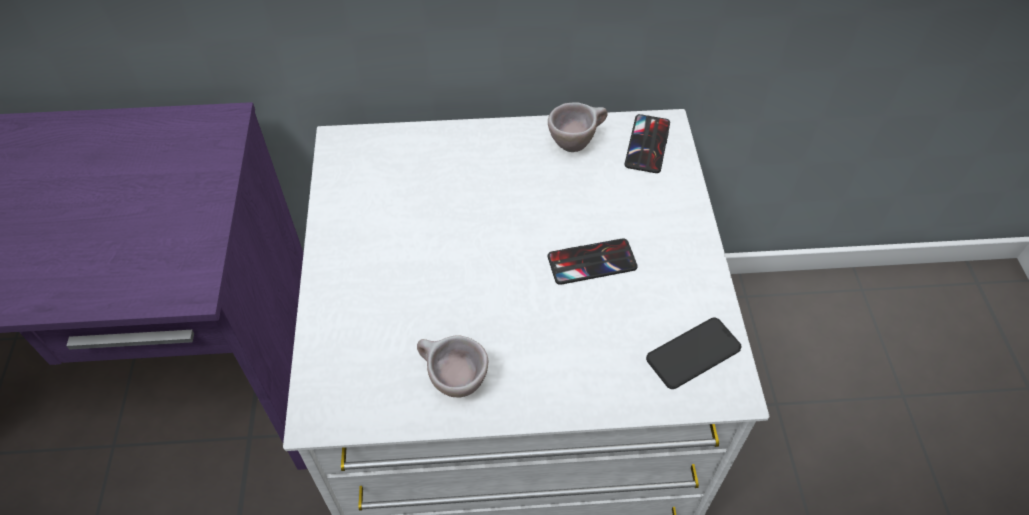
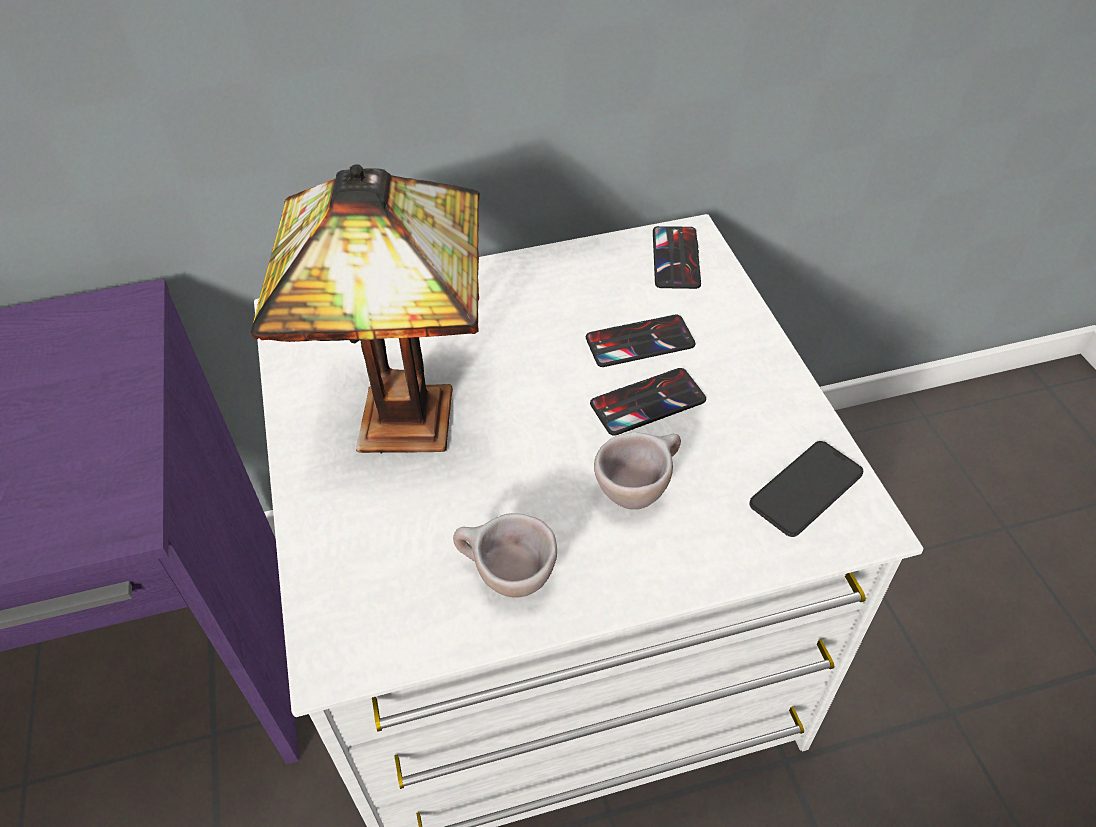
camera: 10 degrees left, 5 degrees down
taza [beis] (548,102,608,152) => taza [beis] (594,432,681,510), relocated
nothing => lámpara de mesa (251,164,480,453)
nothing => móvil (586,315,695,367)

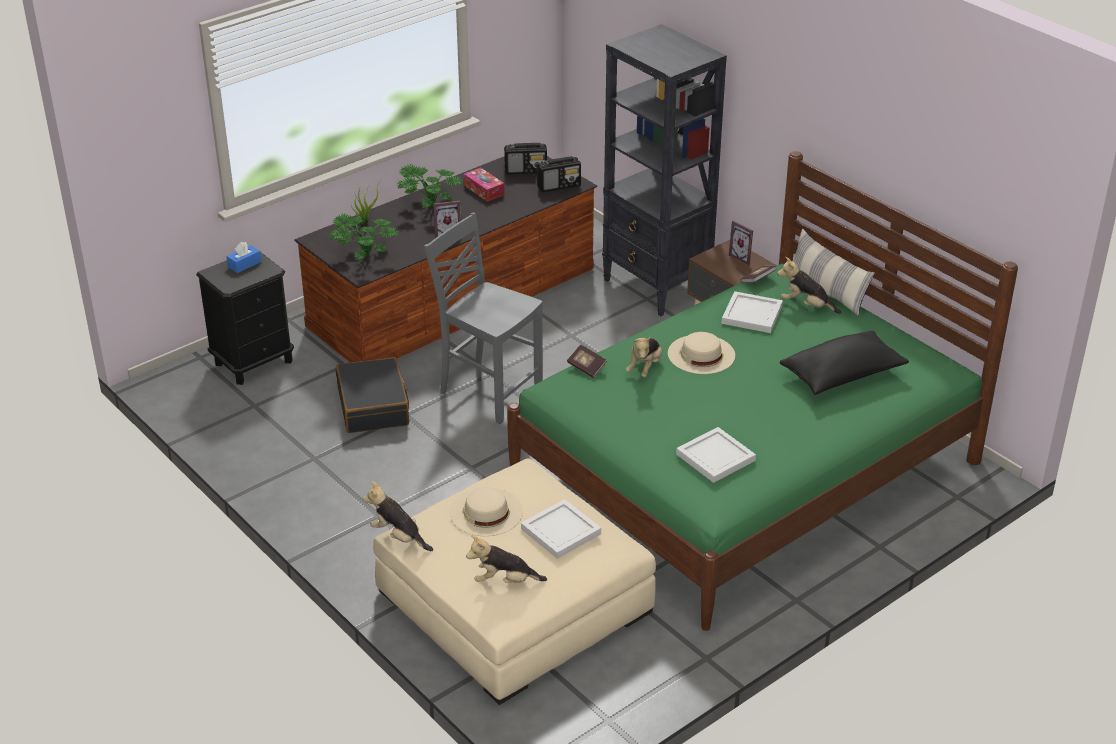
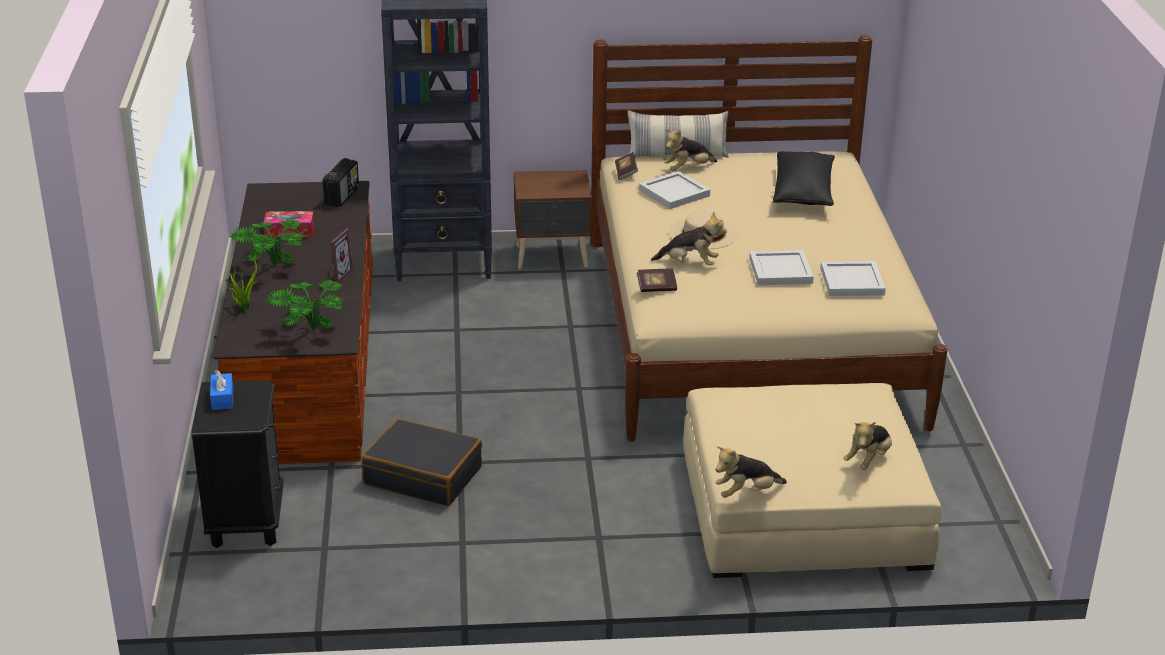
camera: 55 degrees left, 5 degrees down
radio (504,143,547,175) => nothing
cama [verde] (507,151,1018,631) => cama [beis] (591,35,948,442)
silla [gris] (424,212,543,424) => nothing
portarretratos (729,221,753,266) => nothing
peluche (626,336,662,377) => peluche (651,211,727,265), 45 degrees counterclockwise
sombrero [beis] (450,487,523,536) => nothing
bandeja [blanco] (521,499,601,559) => bandeja [blanco] (749,250,814,285), relocated

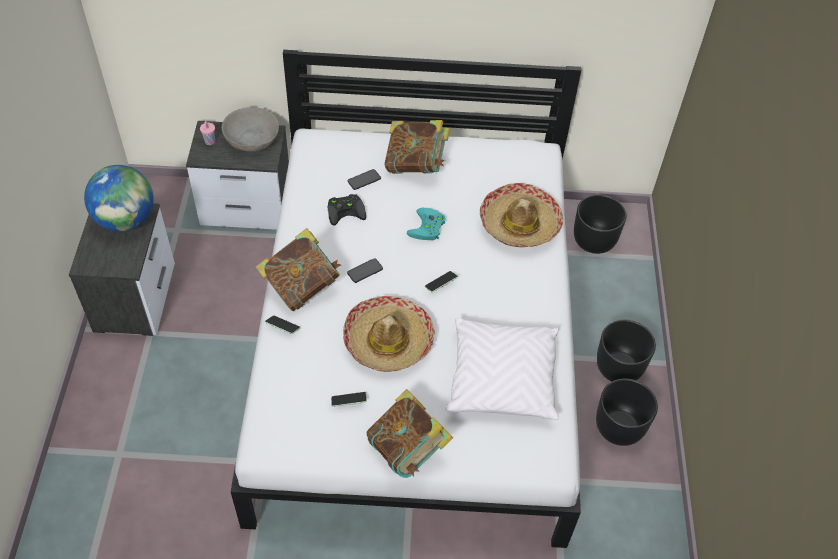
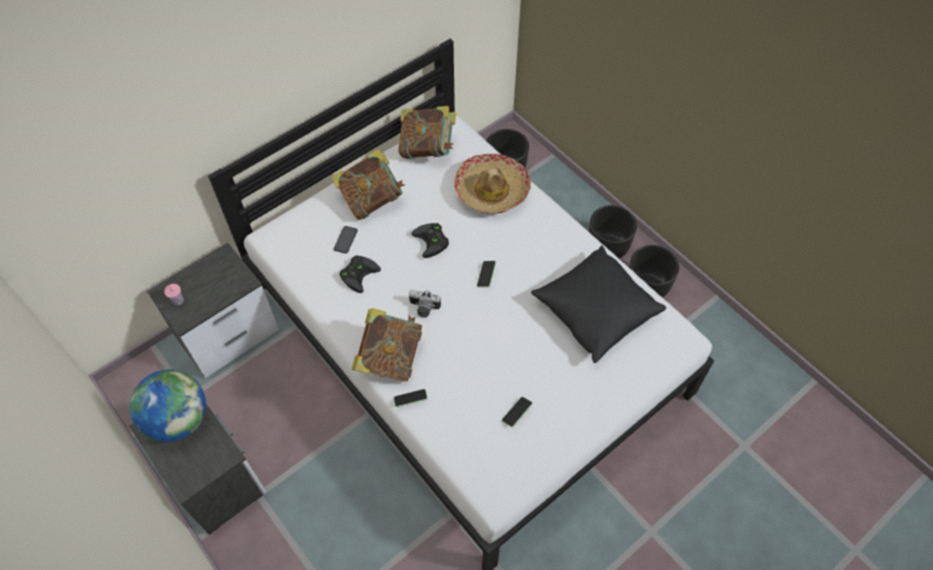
camera: 40 degrees left, 5 degrees up
cuenco [gris] (222,107,279,152) => nothing
mando de consola [turquesa] (407,208,445,240) => mando de consola [negro] (411,223,449,258)
móvil (347,258,383,283) => cámara (409,290,441,318)
sombrero (343,296,435,372) => nothing
cojín [blanco] (446,317,559,420) => cojín [negro] (531,245,666,363)
libro (366,389,453,478) => libro (398,106,456,159), relocated

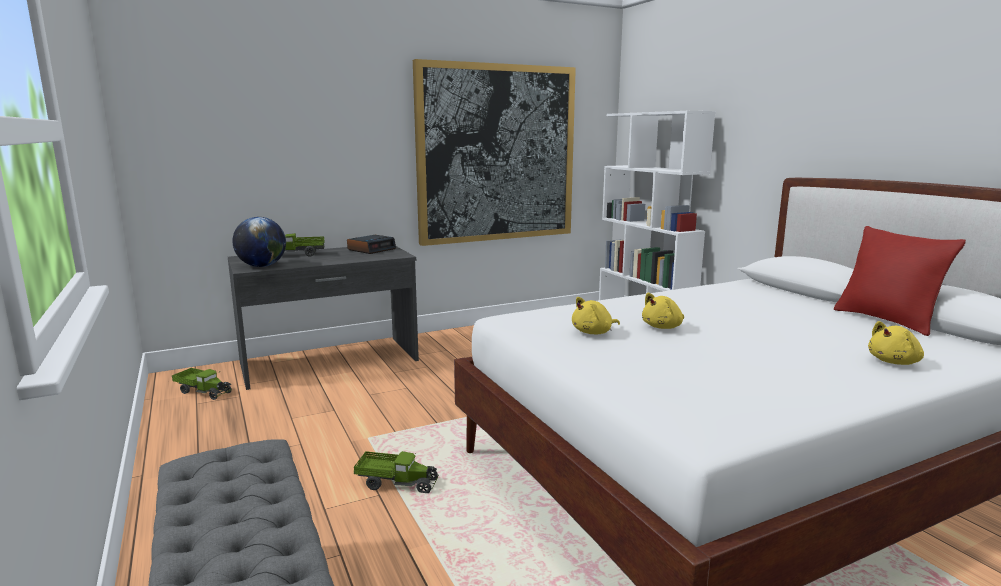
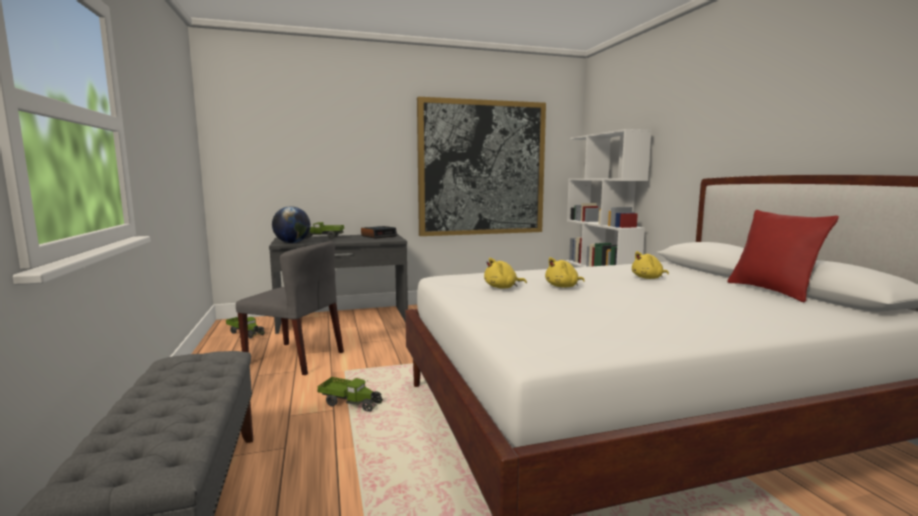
camera: 10 degrees right, 5 degrees down
peluche [amarillo] (868,321,924,365) => peluche [amarillo] (632,251,669,279), relocated
nothing => silla [gris] (236,241,344,375)

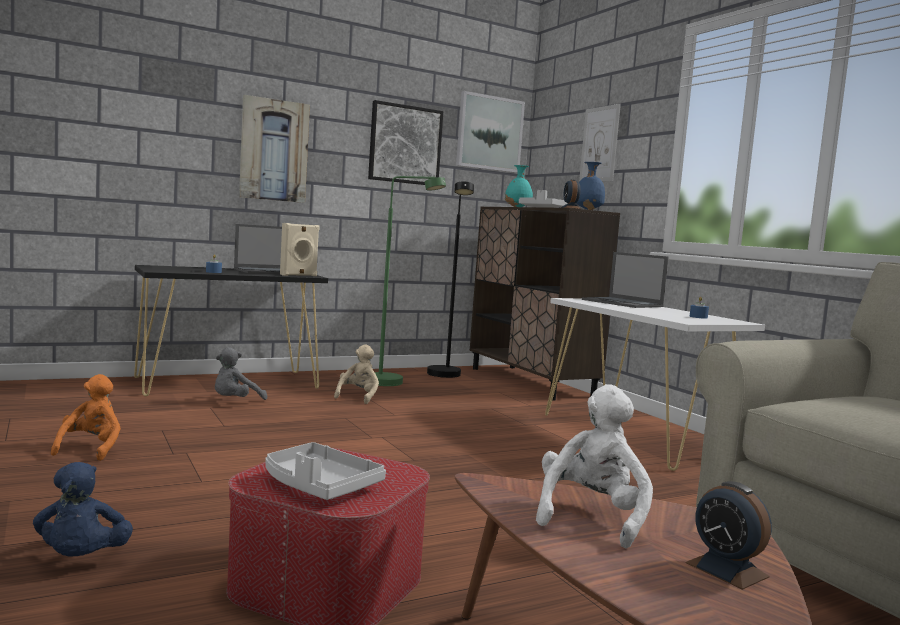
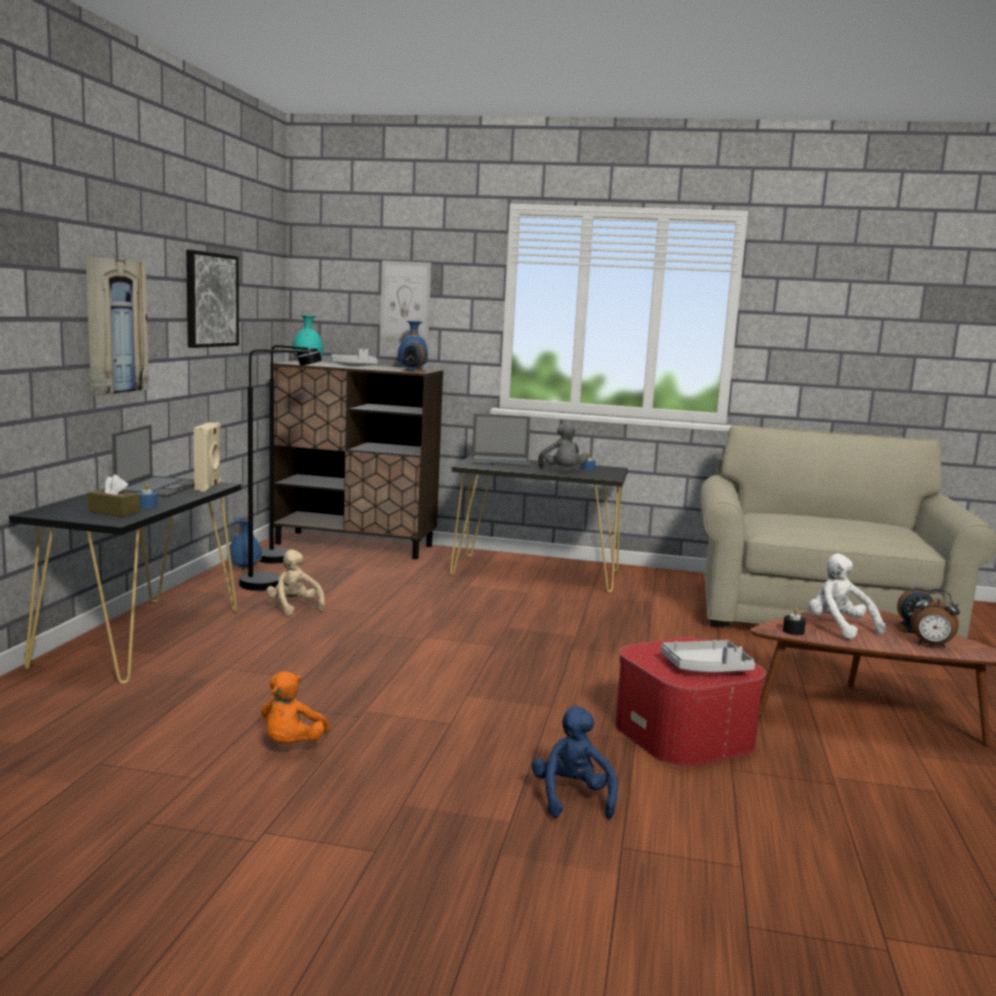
camera: 50 degrees left, 5 degrees up
cuadro (456,91,525,173) => nothing
lámpara de pie [verde] (375,176,446,386) => lámpara de pie [negro] (239,349,322,591)
mesa consola [blanco] (545,298,765,471) => mesa consola [negro] (450,455,628,592)
peluche [gris] (215,347,267,400) => peluche [gris] (538,422,588,468), relocated
peluche [naranja] (51,374,121,461) => peluche [naranja] (261,671,330,744), 120 degrees counterclockwise
peluche [azul] (33,462,133,557) => peluche [azul] (532,706,618,819), 120 degrees counterclockwise
nothing => caja de pañuelos [marrón] (88,474,140,517)
nothing => florero [azul] (227,517,262,569)
nothing => despertador (911,589,960,648)
nothing => vela [negro] (783,608,806,635)

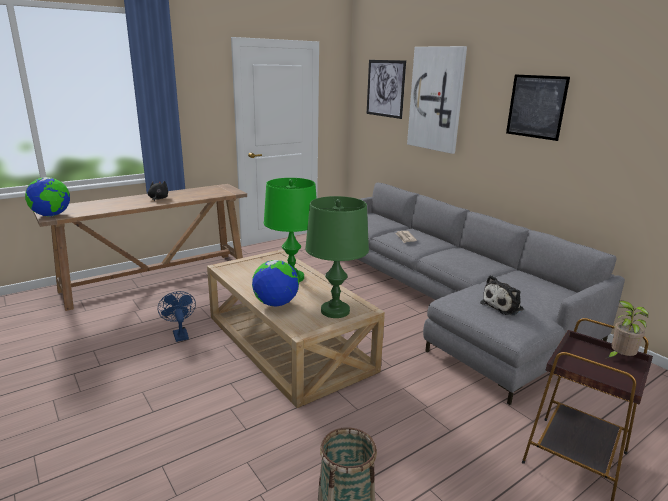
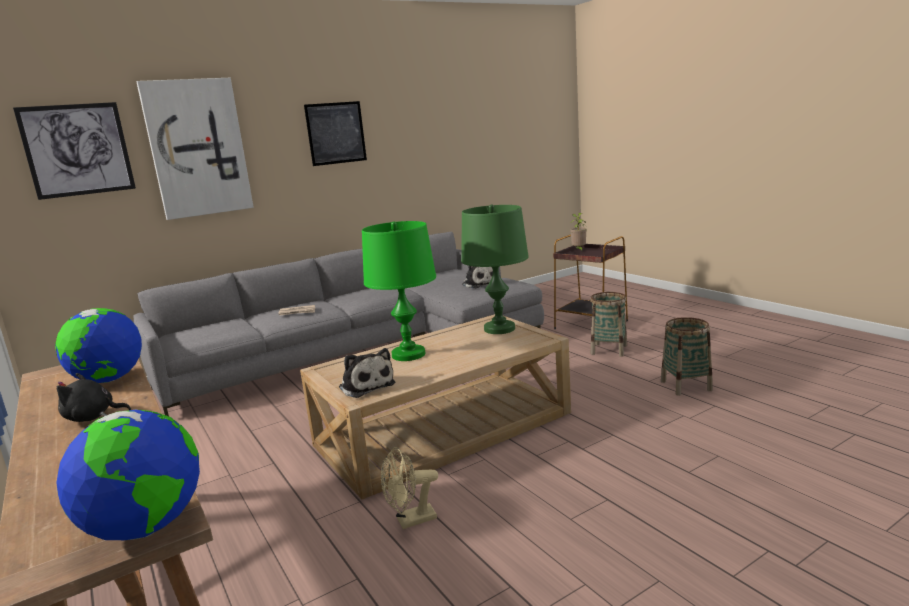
camera: 85 degrees left, 5 degrees down
globo terráqueo (252,260,299,307) => globo terráqueo (55,308,142,383), relocated
ventilador [azul] (158,291,196,342) => ventilador [beis] (381,447,438,529)
nothing => cesta (590,292,627,357)
nothing => peluche (339,348,395,398)

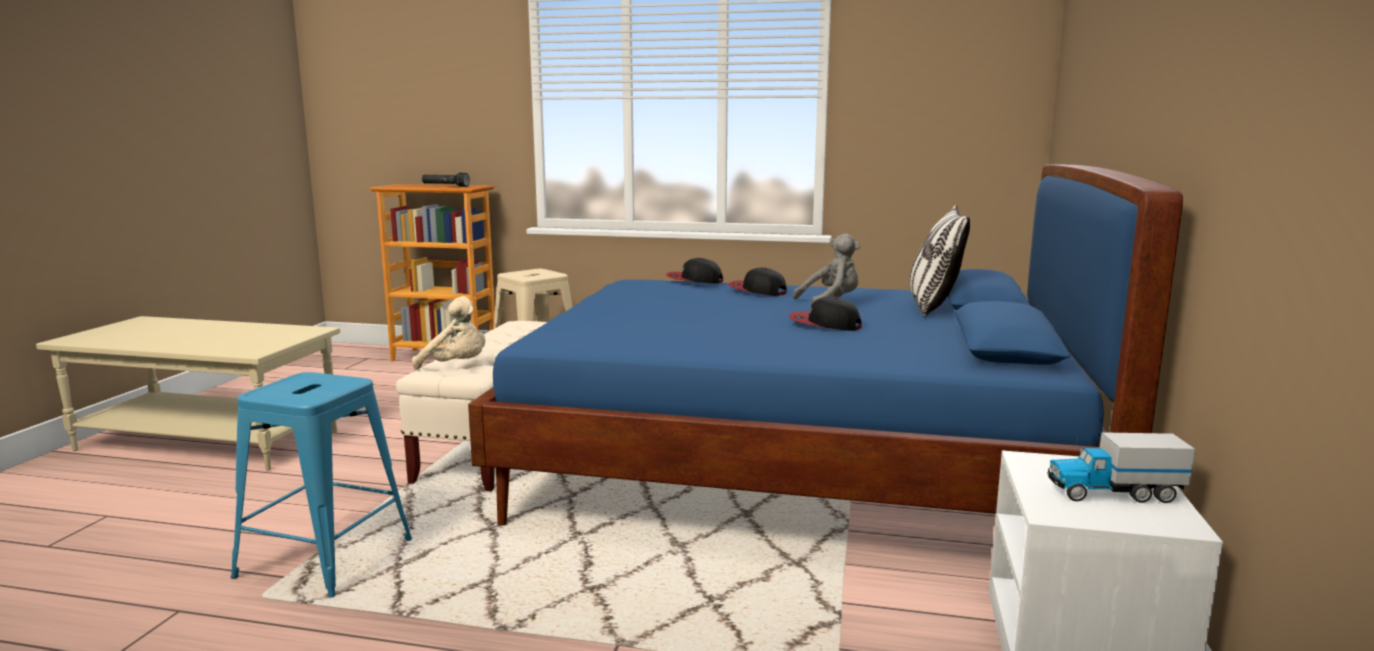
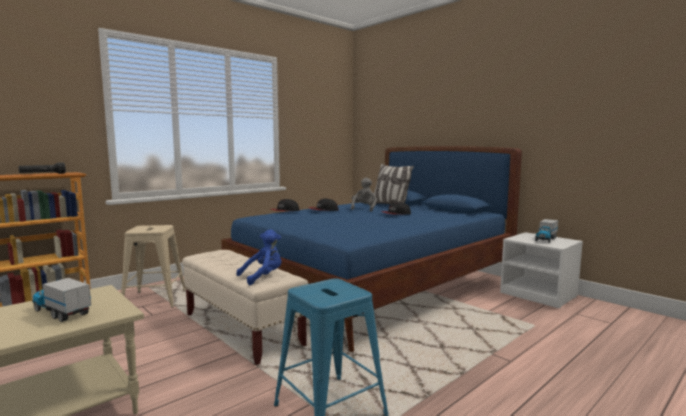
camera: 55 degrees left, 5 degrees down
peluche [beis] (412,296,485,370) => peluche [azul] (236,229,282,285)
nothing => camión de juguete (32,278,91,322)

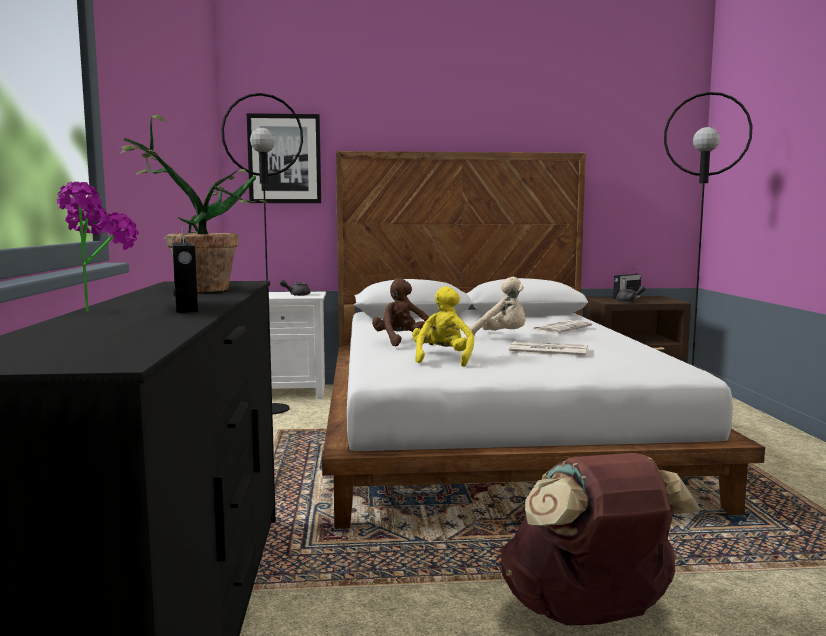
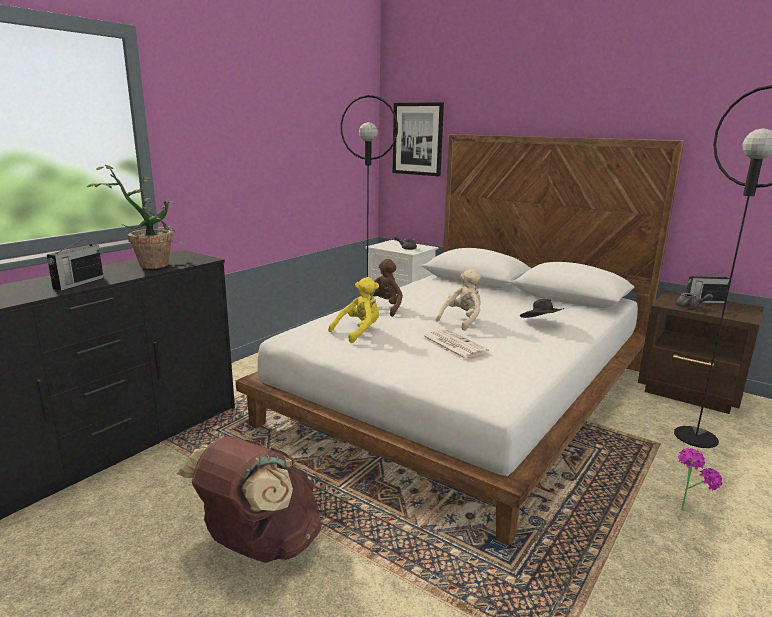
camera: 40 degrees right, 10 degrees up
planta en maceta (57,182,138,312) => planta en maceta (678,448,722,510), relocated
peluche [beis] (468,277,525,336) => peluche [beis] (436,269,481,331), 120 degrees counterclockwise
periódico (533,320,592,333) => sombrero [negro] (520,299,565,318)

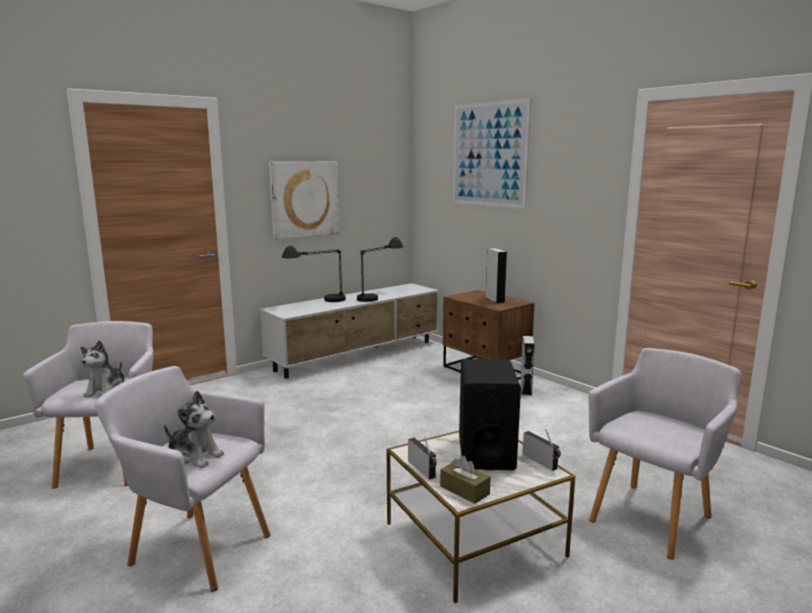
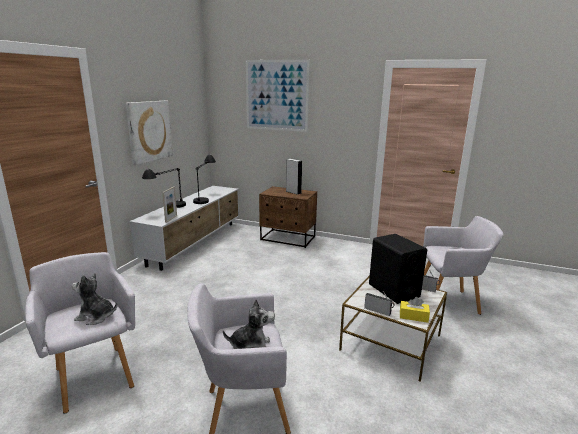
camera: 30 degrees left, 5 degrees up
altavoz [gris] (520,336,535,395) => nothing
peluche (81,340,125,397) => peluche (72,273,117,325), 120 degrees clockwise
sillón [gris] (589,348,741,559) => sillón [gris] (423,216,504,315), 75 degrees clockwise
caja de pañuelos [marrón] (440,456,491,504) => caja de pañuelos [amarillo] (400,297,430,323)
nothing => portarretratos (162,187,177,223)

